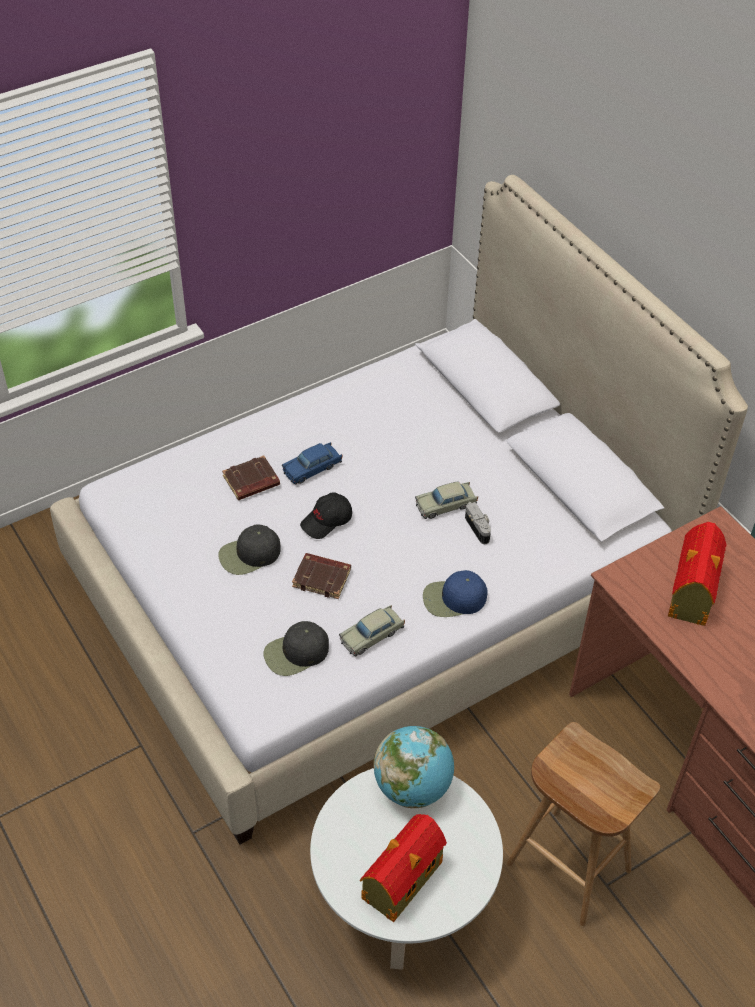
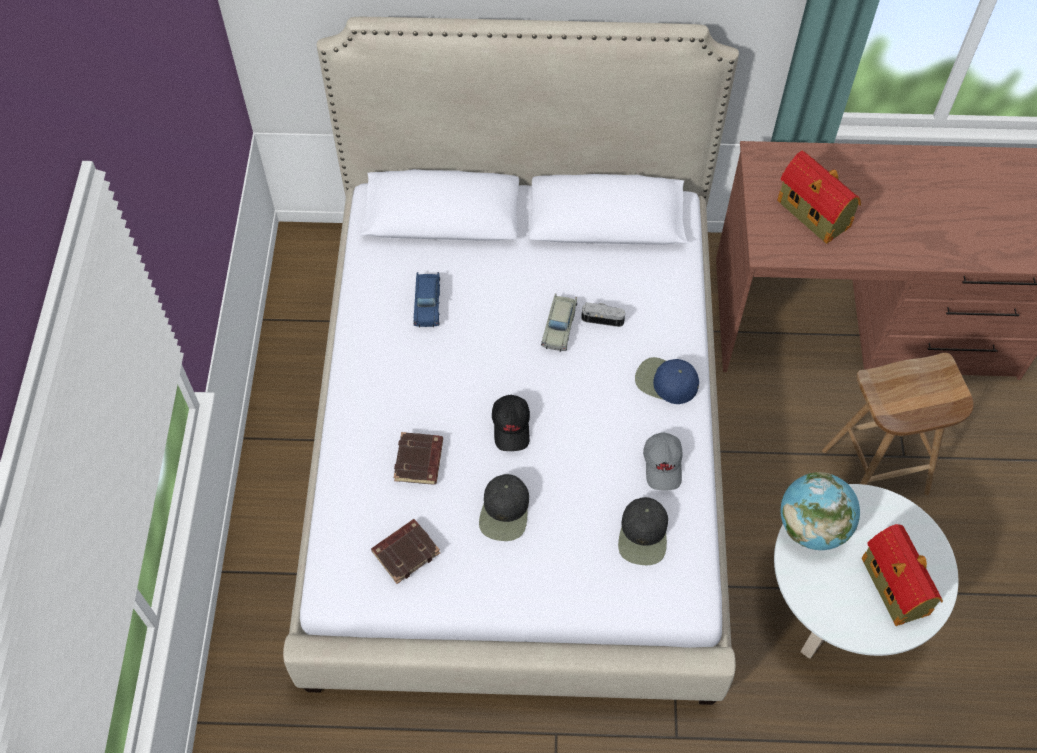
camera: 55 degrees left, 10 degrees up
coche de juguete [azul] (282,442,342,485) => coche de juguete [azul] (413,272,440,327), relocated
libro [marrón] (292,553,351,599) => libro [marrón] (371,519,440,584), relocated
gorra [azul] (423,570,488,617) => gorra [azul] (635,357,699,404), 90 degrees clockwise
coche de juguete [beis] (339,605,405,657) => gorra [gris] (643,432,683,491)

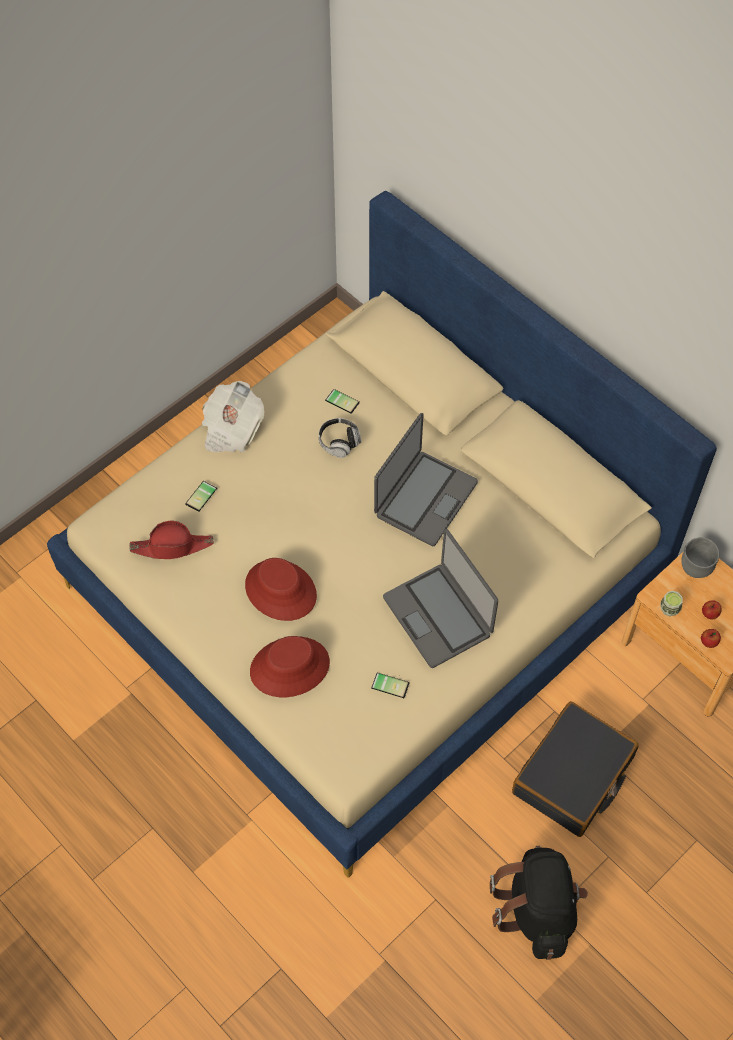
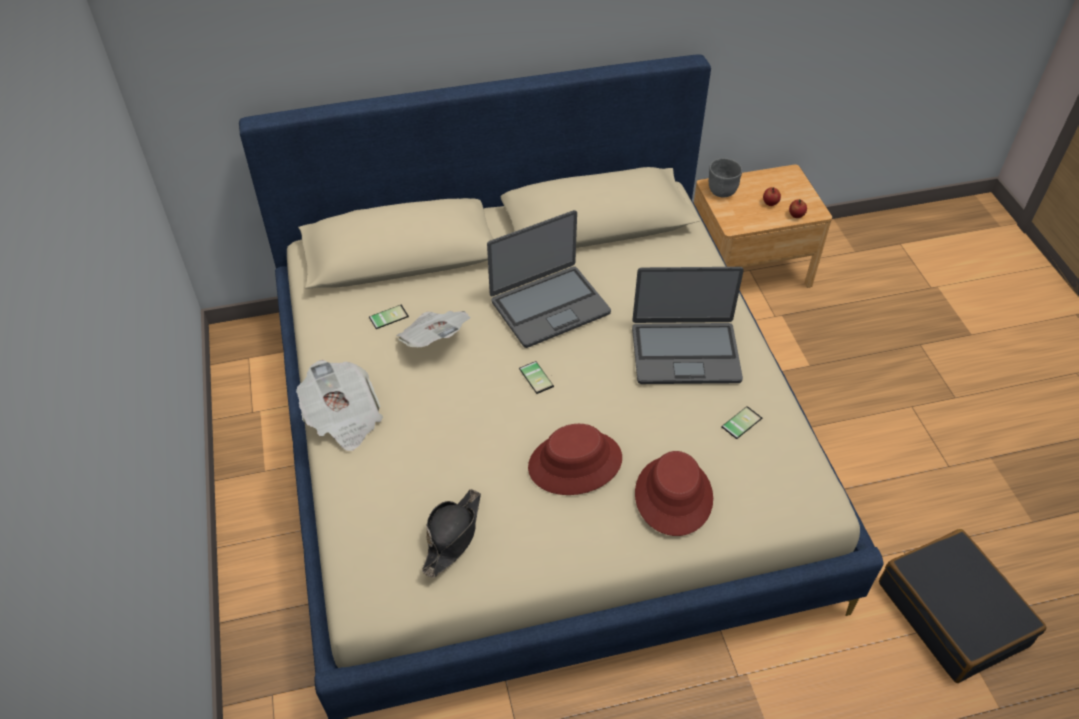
camera: 60 degrees left, 10 degrees down
portátil (374,413,478,546) => portátil (487,210,611,348), 90 degrees clockwise
auriculares (319,418,361,458) => periódico (396,311,471,347)
móvil (185,481,217,512) => móvil (519,361,554,394), relocated
sombrero [rojo] (129,521,214,559) => sombrero [negro] (422,489,481,578)
taza (660,591,683,616) => nothing
maleta [negro] (512,701,639,837) => maleta [negro] (879,529,1046,683), relocated
mochila [negro] (490,846,588,960) => nothing

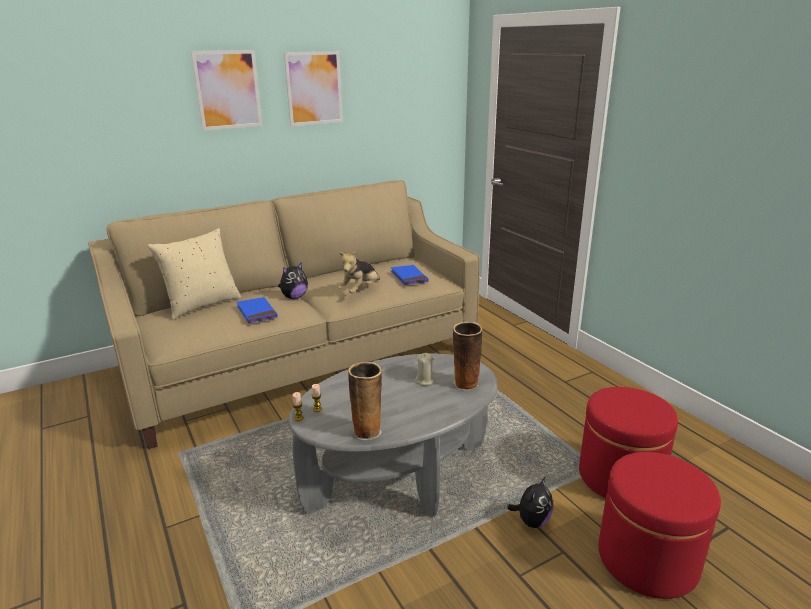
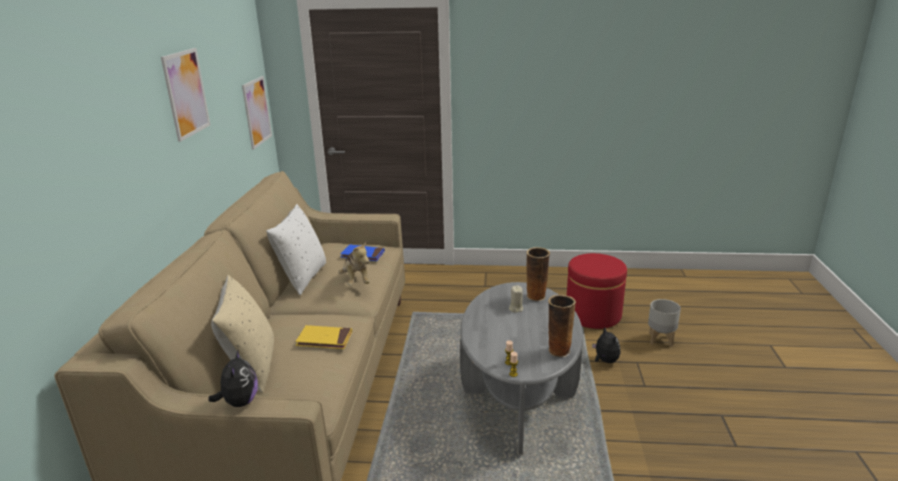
camera: 55 degrees left, 0 degrees up
cuadro (191,50,262,130) => cuadro (242,76,272,150), relocated
peluche (278,262,308,299) => peluche (208,348,258,407), relocated
libro [azul] (237,297,278,323) => libro [amarillo] (296,325,352,349)
puf [rojo] (598,452,721,599) => maceta [gris] (648,299,681,347)
nothing => cojín [blanco] (266,204,326,295)

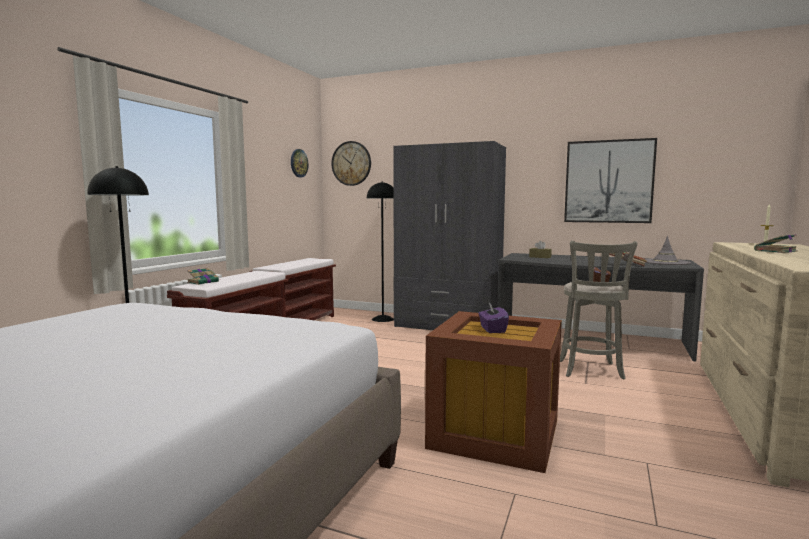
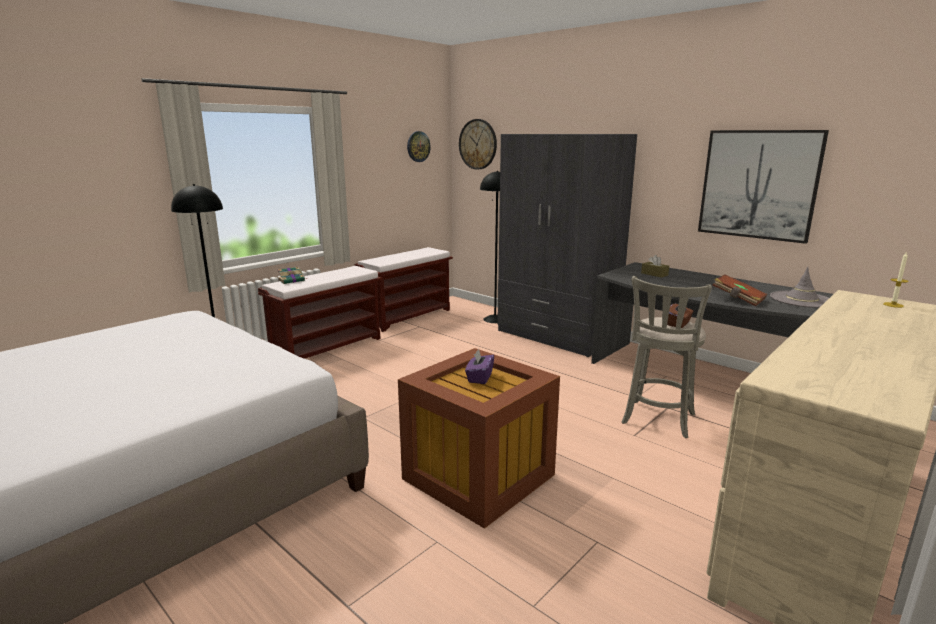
camera: 20 degrees right, 10 degrees up
libro (754,235,798,253) => nothing

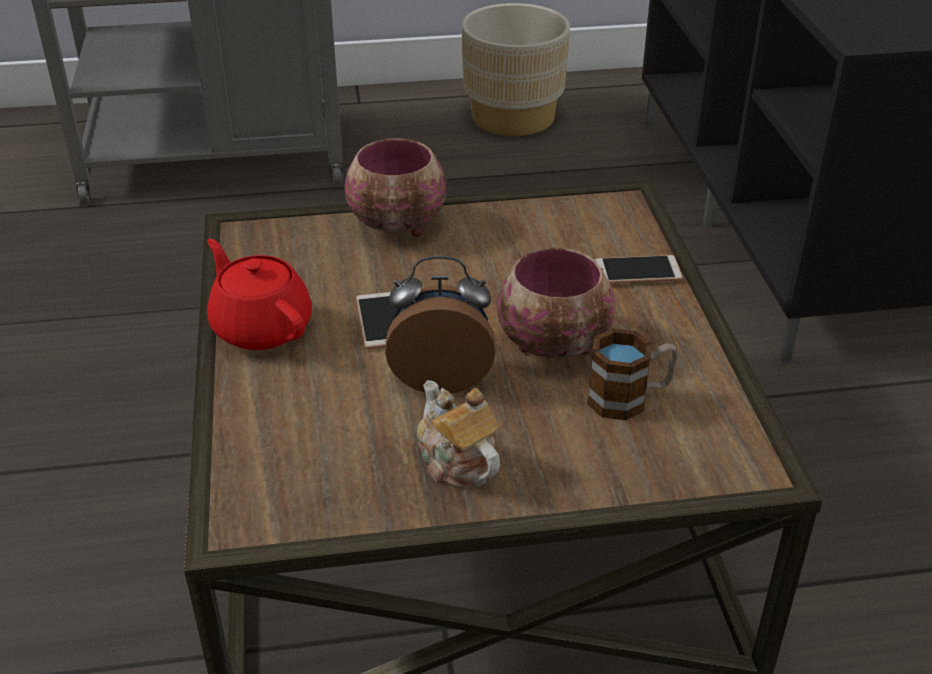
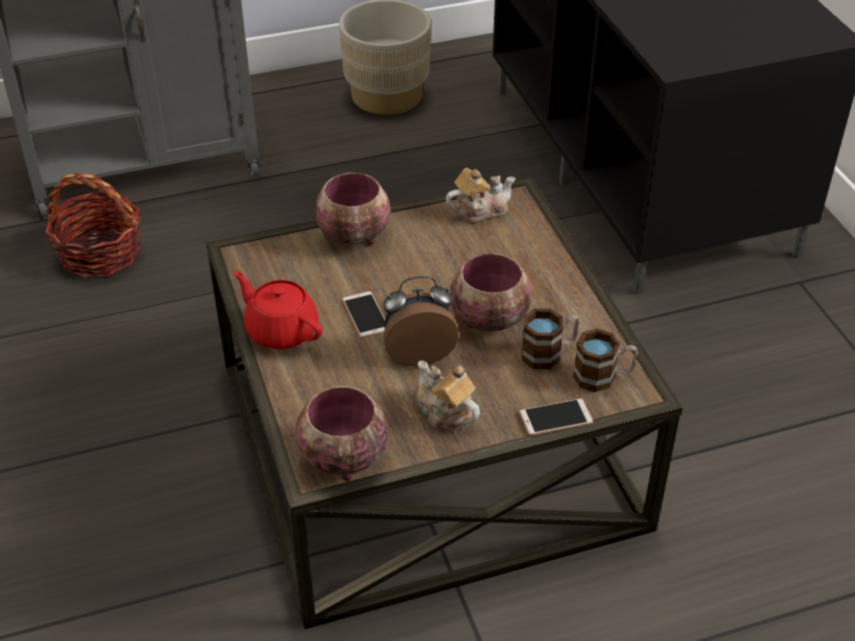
camera: 10 degrees left, 5 degrees up
móvil (595,255,683,284) => móvil (519,399,593,436), relocated
nothing => tetera (446,168,515,223)
nothing => cesta (45,173,140,278)
nothing => taza grande (573,329,638,392)
nothing => cuenco (296,386,388,481)

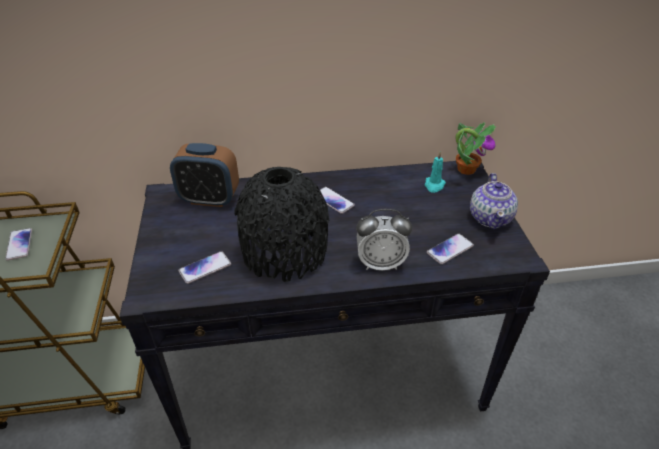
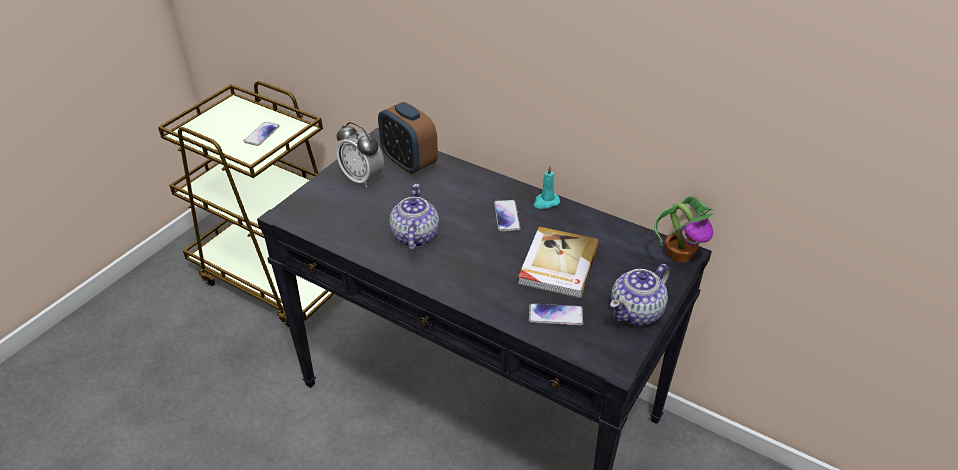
camera: 40 degrees right, 0 degrees up
vela [turquesa] (425,152,446,193) => vela [turquesa] (534,165,560,209), relocated
florero [negro] (234,167,330,282) => tetera (389,184,439,252)
despertador (356,209,412,270) => despertador (336,122,384,188), relocated
móvil (178,251,231,284) => nothing
nothing => libro (518,227,599,298)

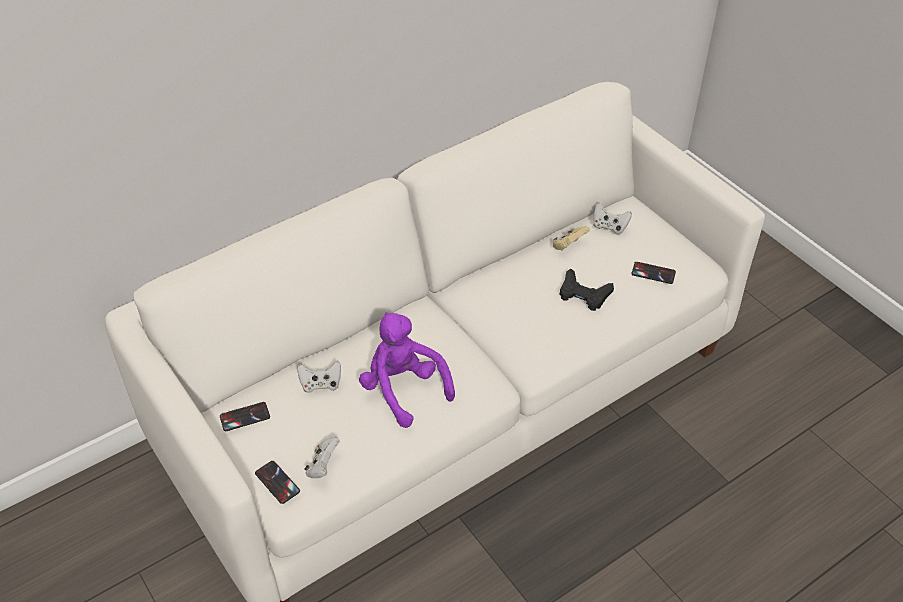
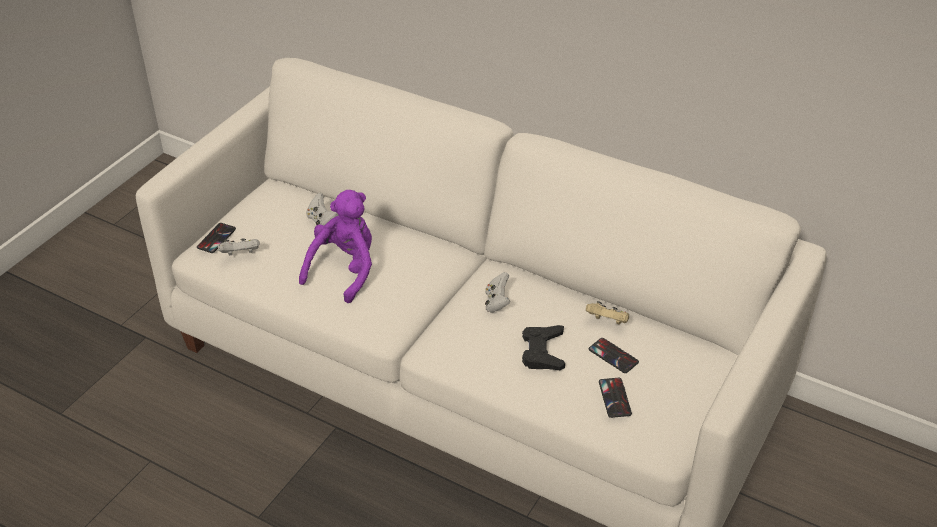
camera: 65 degrees right, 5 degrees down
mando de consola [blanco] (594,203,632,235) => mando de consola [blanco] (485,272,510,312), relocated
móvil (220,402,270,431) => móvil (589,338,639,373), relocated

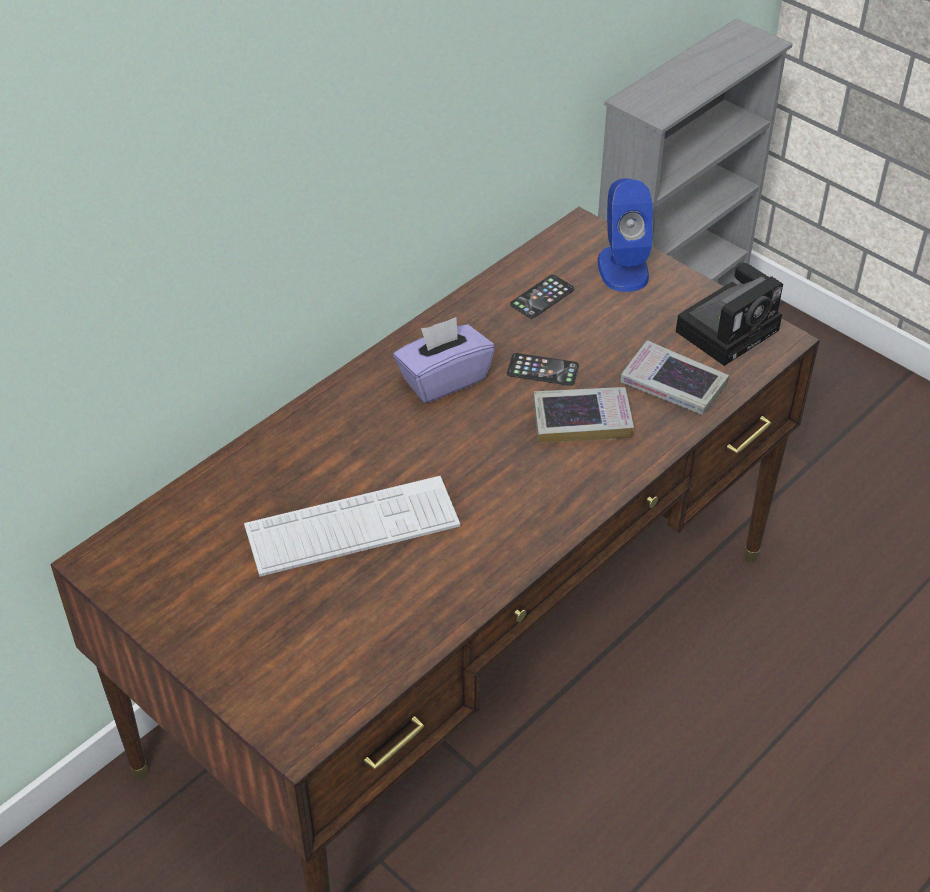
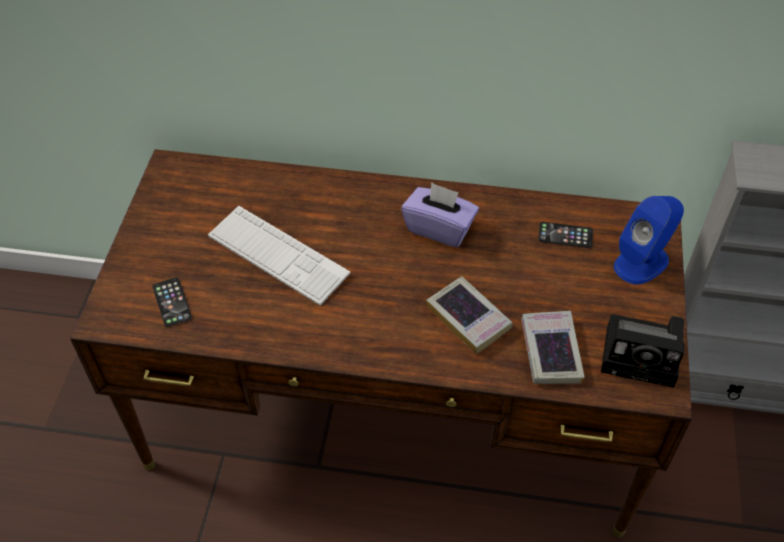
camera: 55 degrees right, 5 degrees up
móvil (507,353,579,386) => móvil (152,277,192,327), relocated

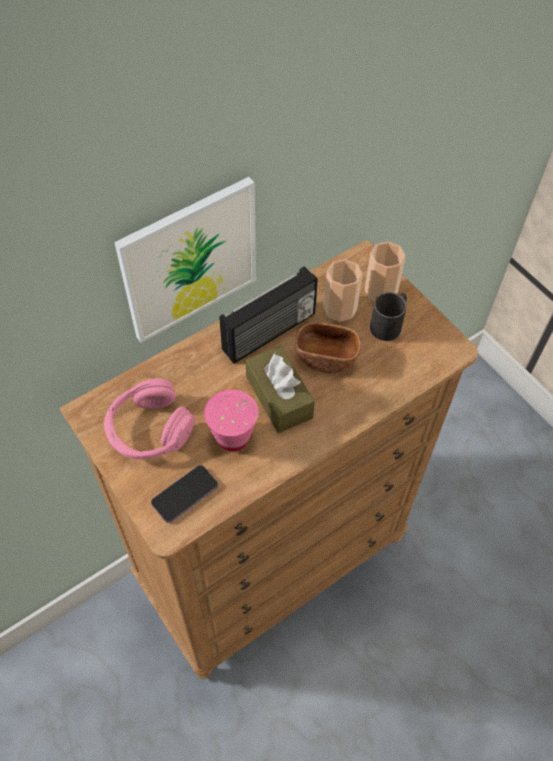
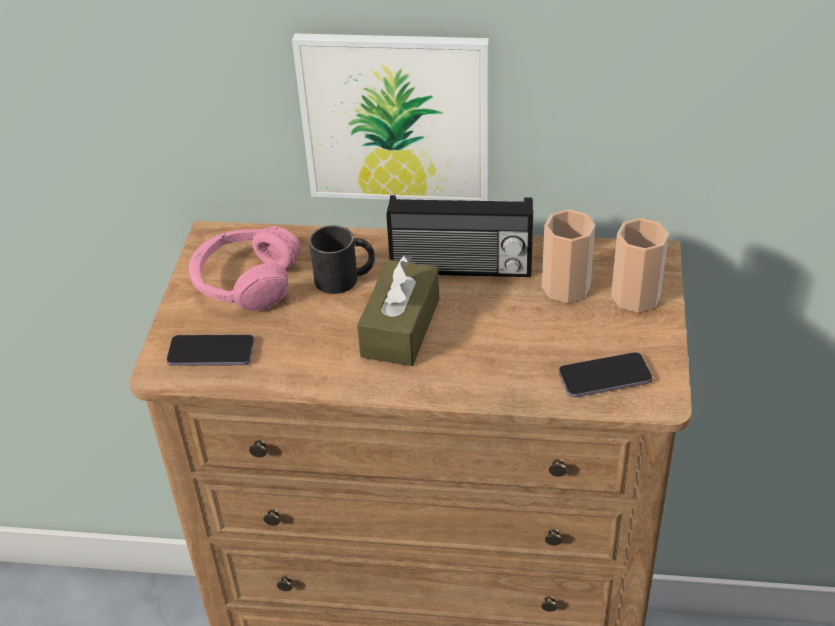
camera: 45 degrees right, 15 degrees down
taza grande [negro] (370,292,407,341) => taza grande [negro] (309,225,375,294), relocated
cuenco [marrón] (295,322,361,373) => nothing
taza [rosa] (204,389,258,451) => nothing
nothing => móvil (559,352,652,397)

